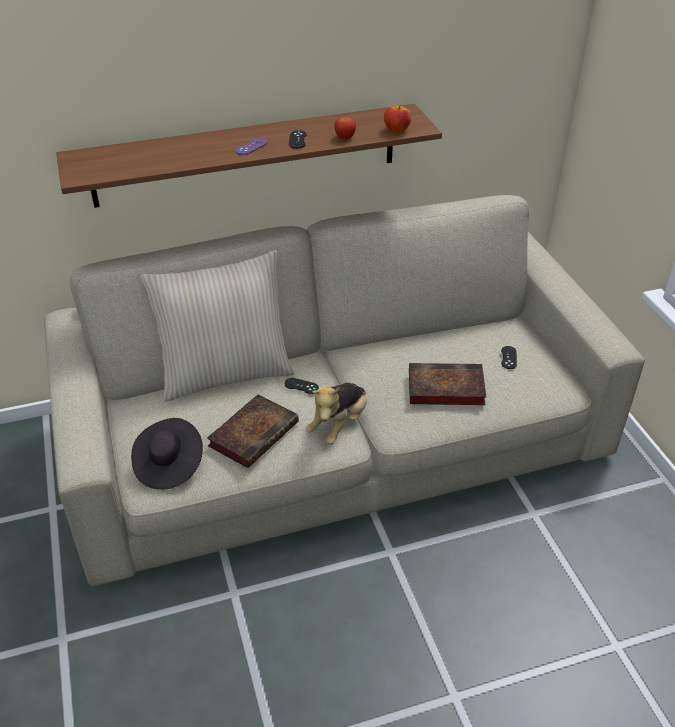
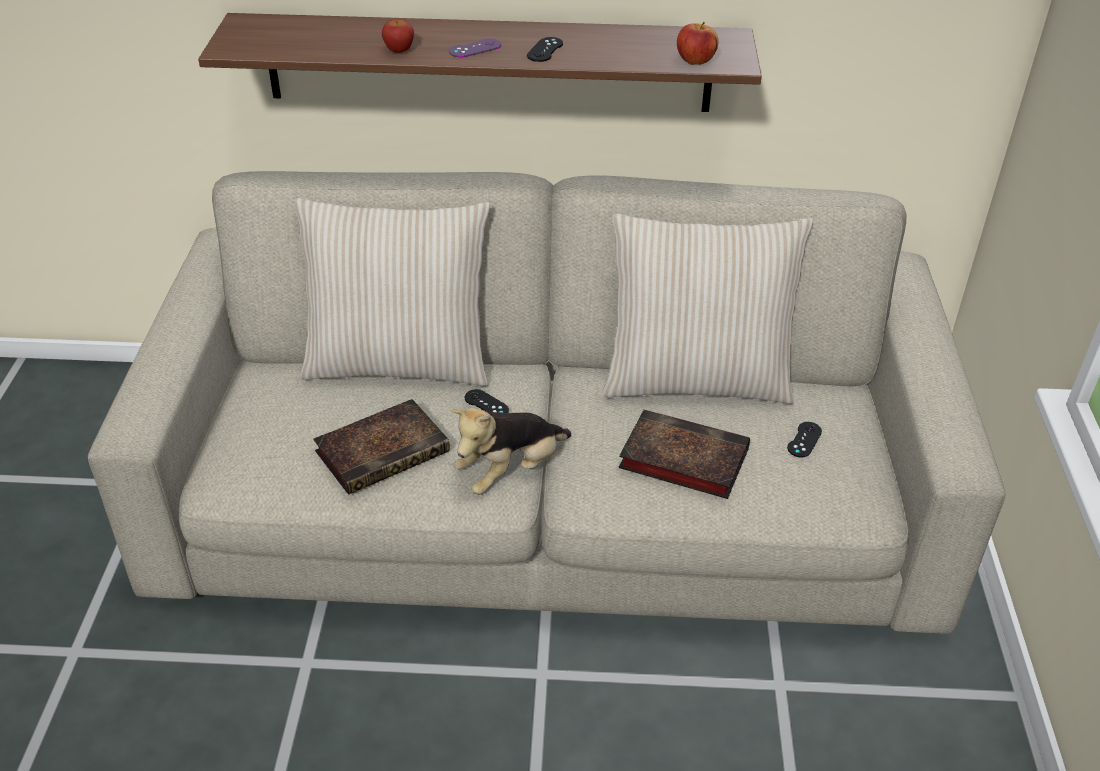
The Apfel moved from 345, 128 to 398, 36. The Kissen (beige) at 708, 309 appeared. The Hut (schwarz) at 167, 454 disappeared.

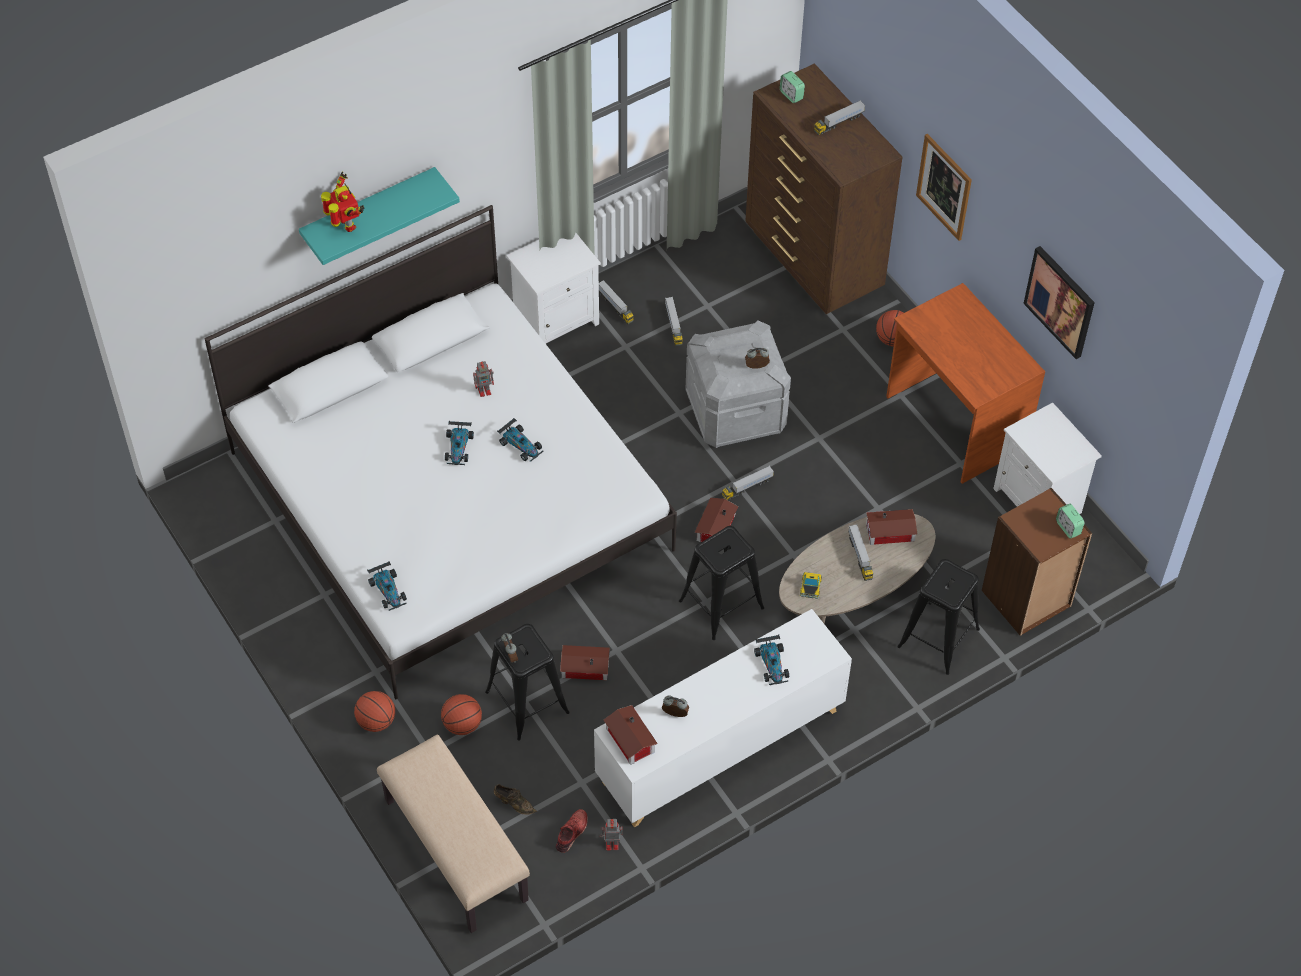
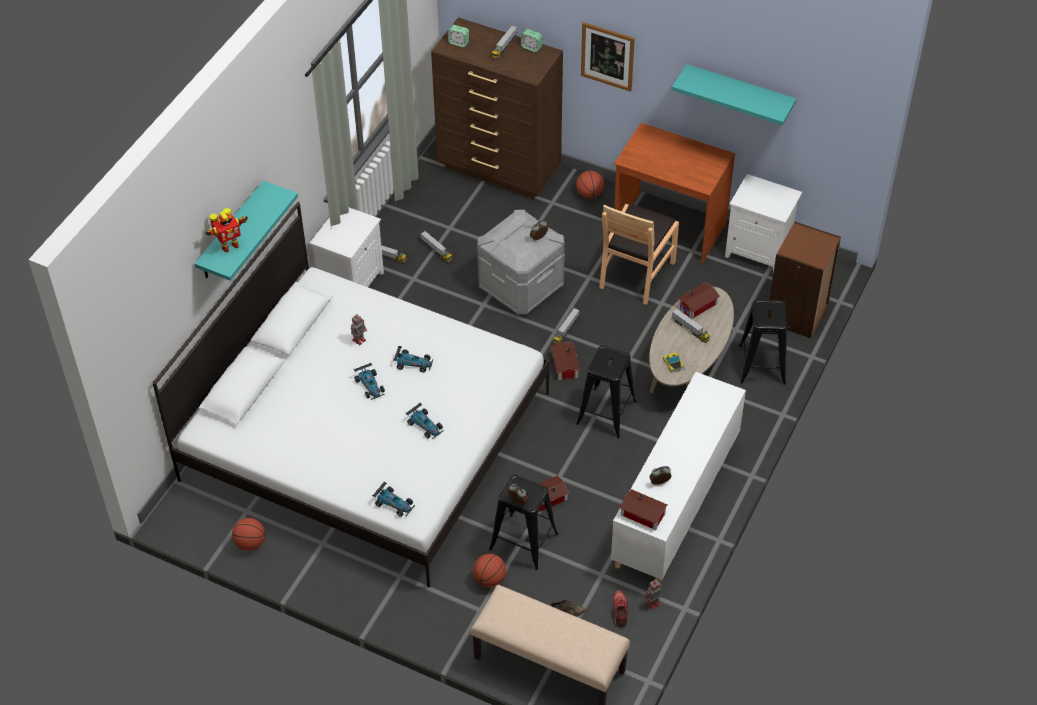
The Spielzeugroboter at 343, 202 turned 120 degrees clockwise. The Basketball moved from 374, 711 to 248, 534. The Spielzeugauto moved from 771, 660 to 424, 420. The Wecker moved from 1070, 521 to 531, 40. The Stuhl (braun) at 639, 254 appeared. The Bild at 1059, 302 was replaced by the Wandregal (türkis) at 734, 94.

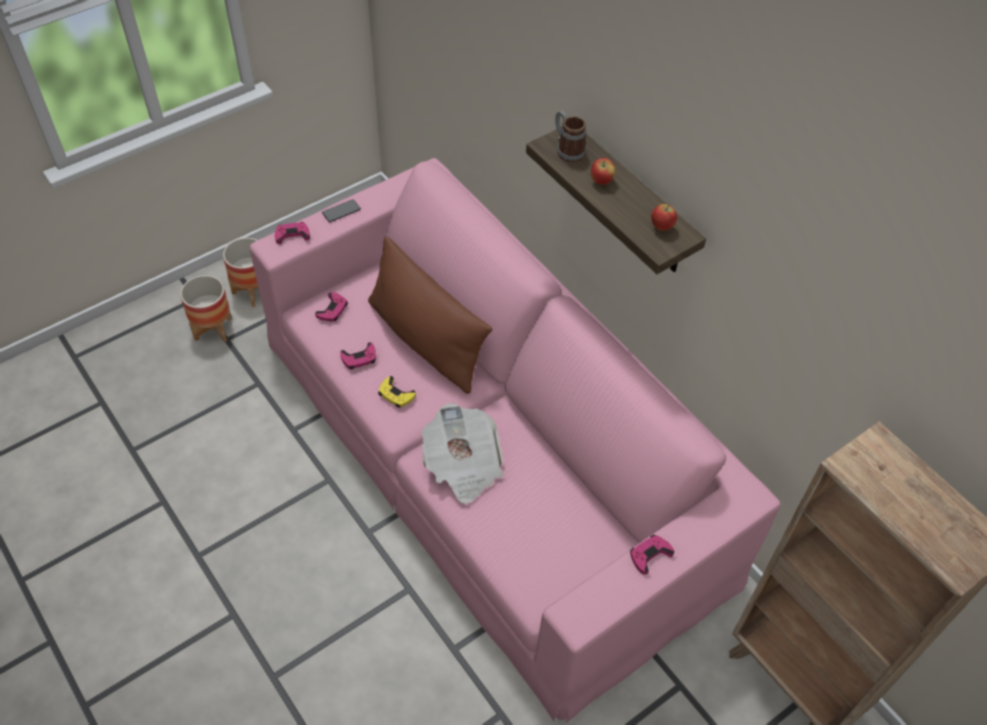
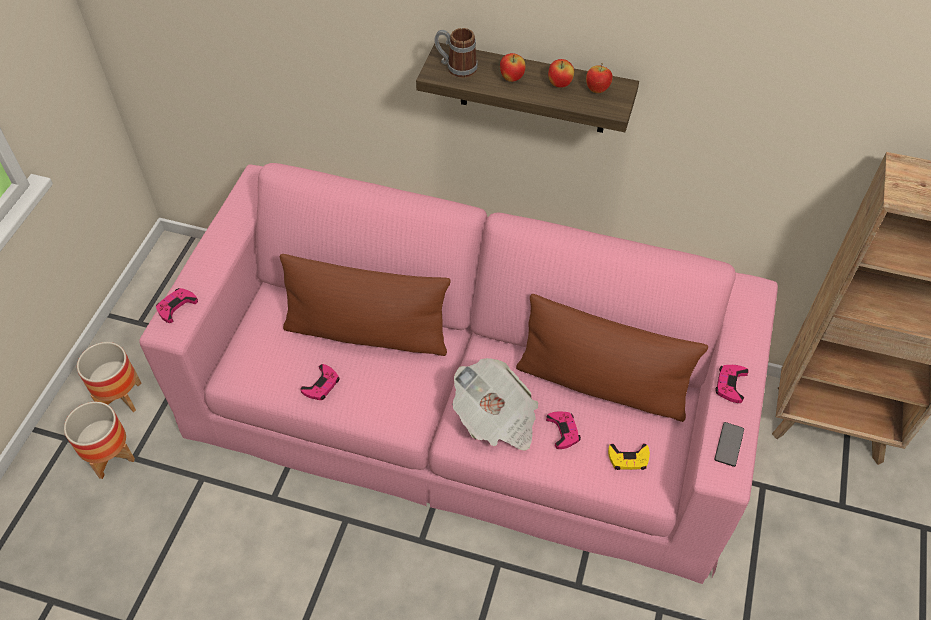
The Kissen (braun) at 612, 358 appeared. The Gamepad (rosa) moved from 331, 306 to 563, 430. The Apfel at 561, 73 appeared. The Gamepad (gelb) moved from 397, 391 to 629, 456. The Handy moved from 341, 210 to 729, 444.

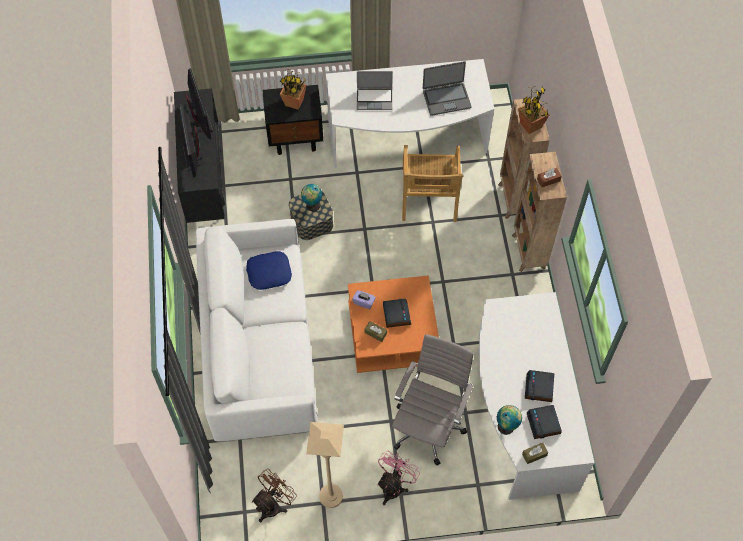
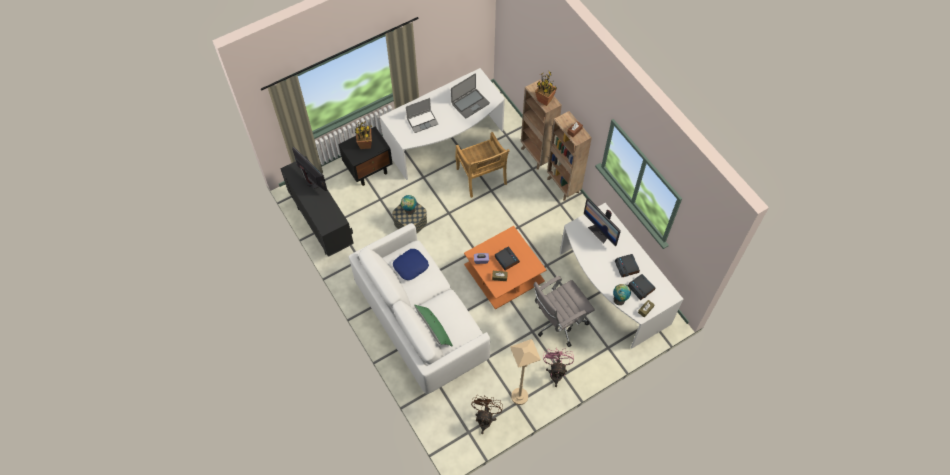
The Kissen (grün) at 433, 326 appeared. The Bürostuhl (grau) at 433, 399 turned 120 degrees counterclockwise. The Monitor moved from 190, 141 to 602, 222.

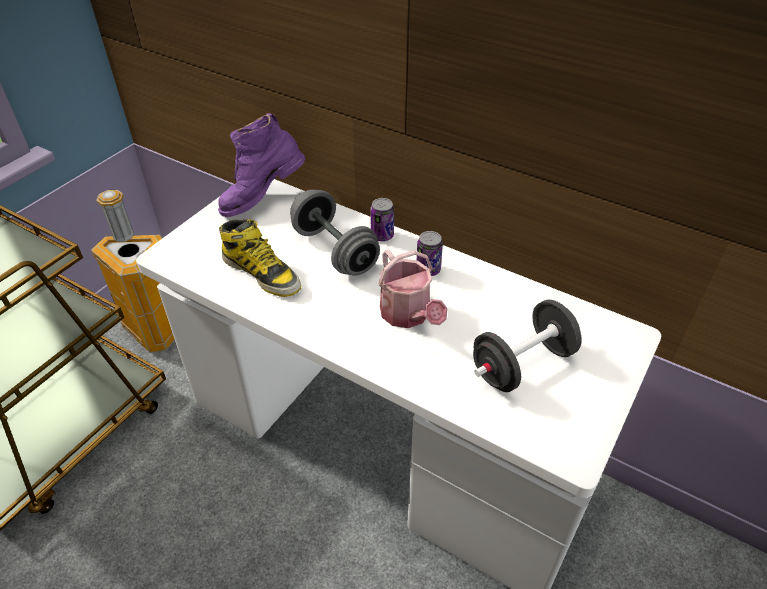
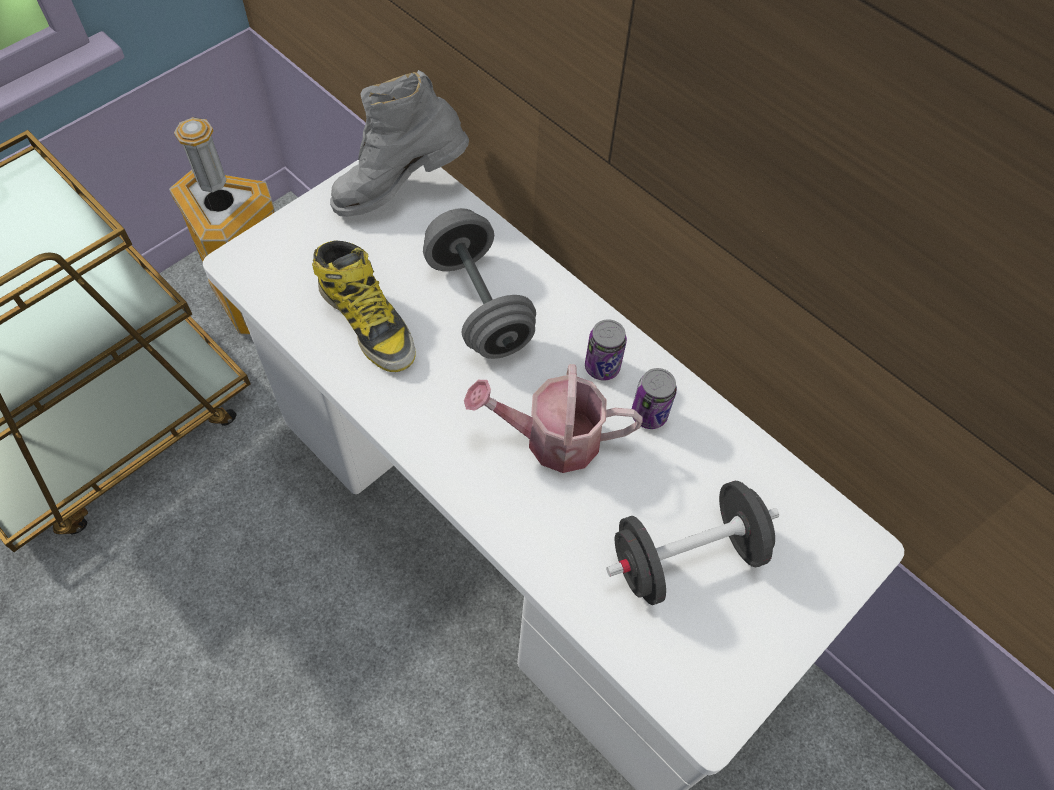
The Stiefel (lila) at 261, 165 became the Stiefel (grau) at 399, 143. The Gießkanne at 413, 288 turned 105 degrees clockwise. The Dose moved from 382, 219 to 654, 398.

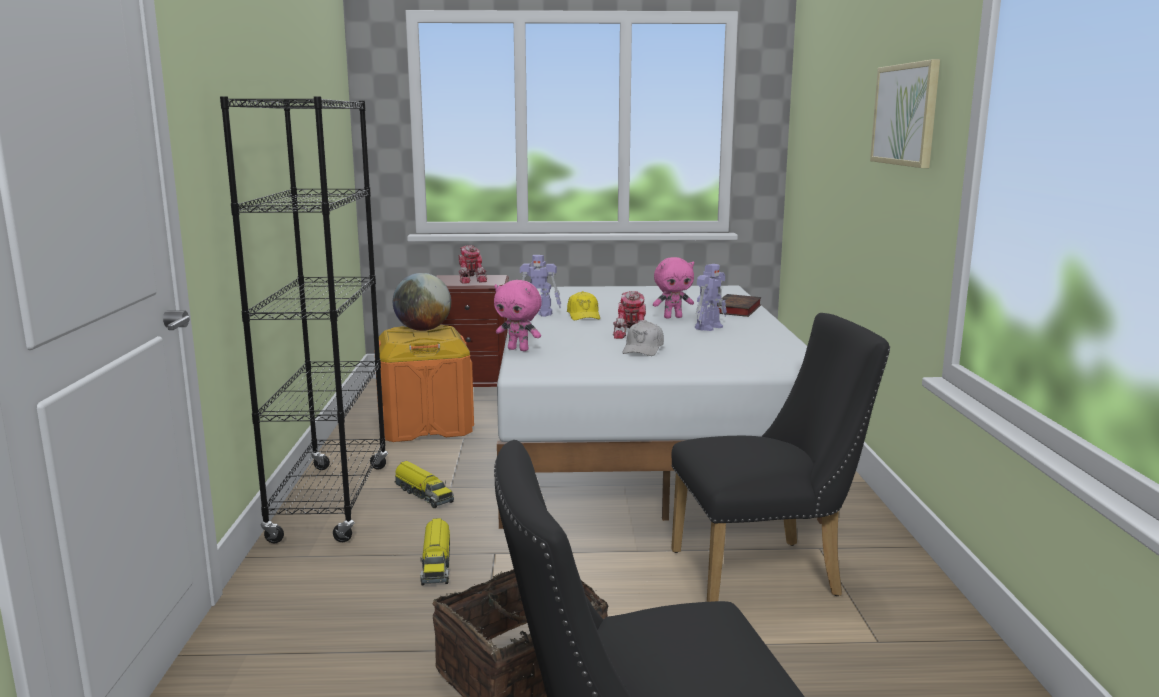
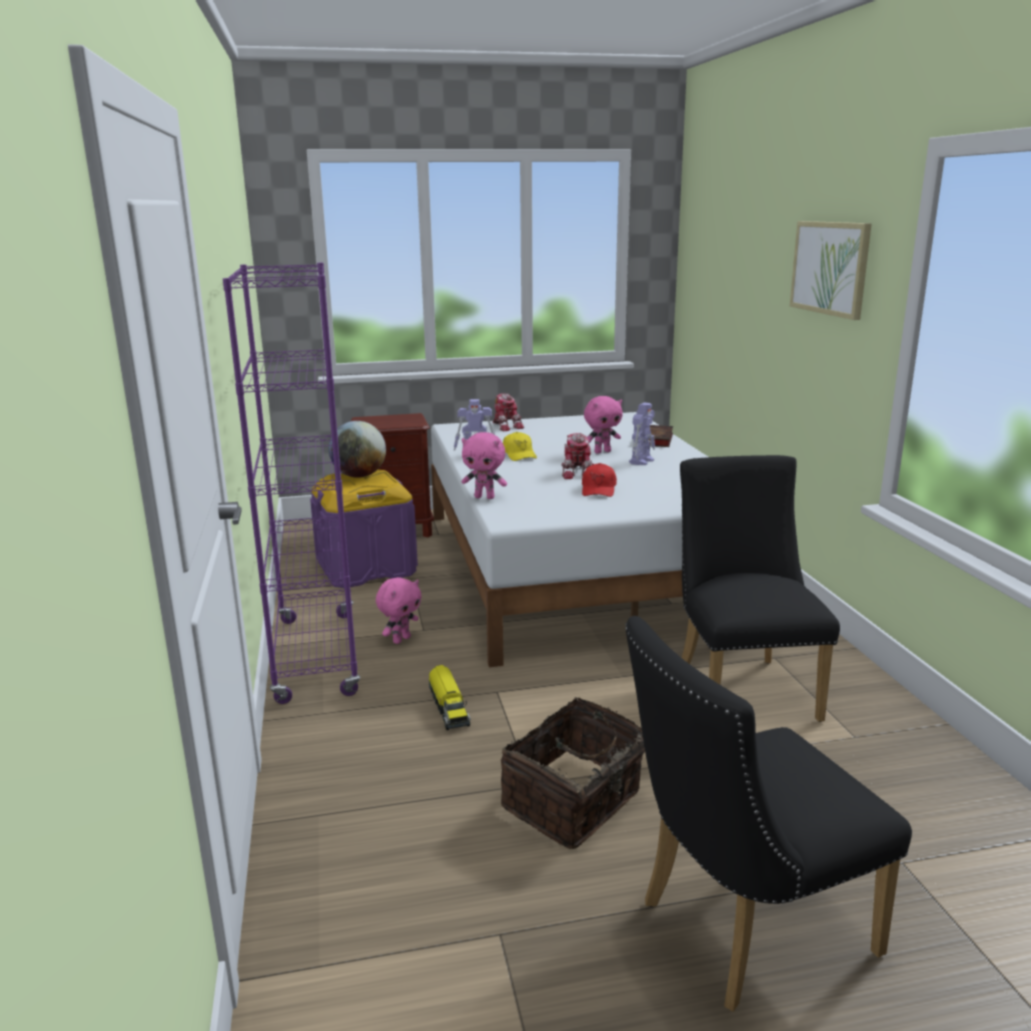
The Bücherregal (schwarz) at 304, 319 became the Bücherregal (lila) at 292, 483. The Aufbewahrungsbox (orange) at 424, 383 became the Aufbewahrungsbox (lila) at 364, 529. The Spielzeuglaster at 424, 484 was replaced by the Plüschtier (rosa) at 399, 610. The Spielzeugroboter moved from 472, 264 to 508, 412. The Kappe (weiß) at 643, 338 became the Kappe (rot) at 599, 480. The Stuhl (schwarz) at 780, 457 turned 75 degrees counterclockwise.

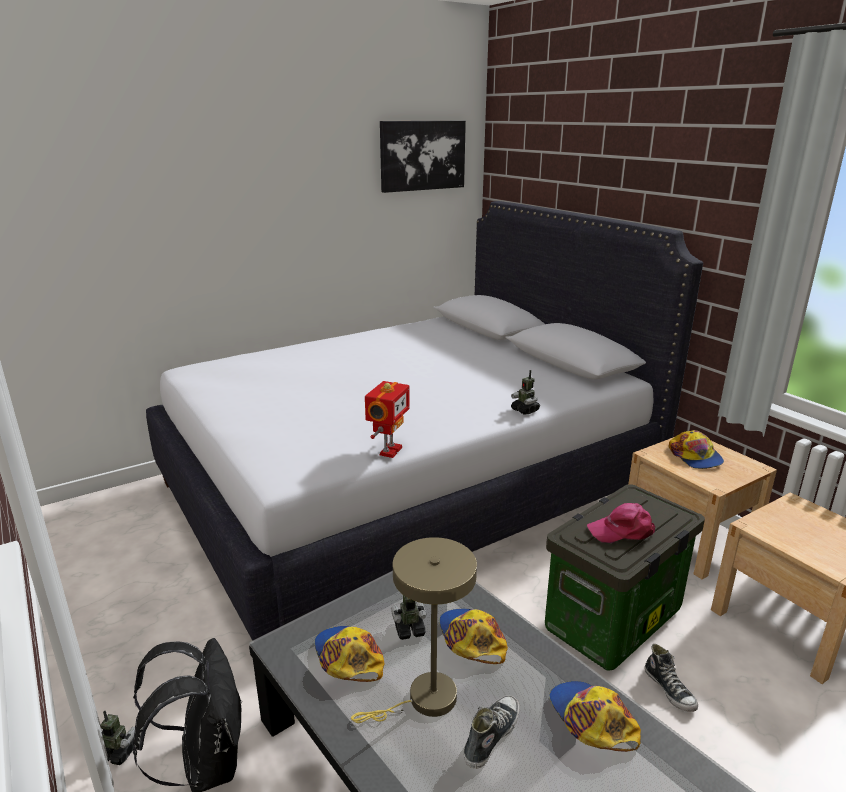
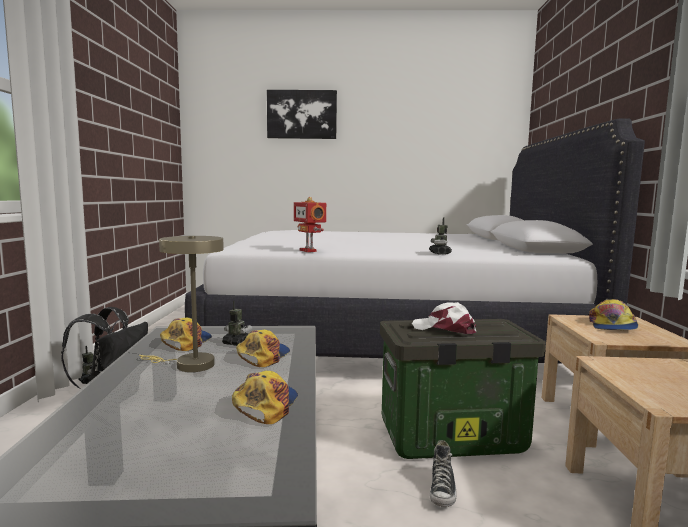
The Bild moved from 423, 156 to 302, 114. The Spielzeugroboter at 387, 419 turned 90 degrees clockwise. The Kappe (rosa) at 621, 523 became the Kappe (weiß) at 444, 318. The Schuh at 492, 732 disappeared.

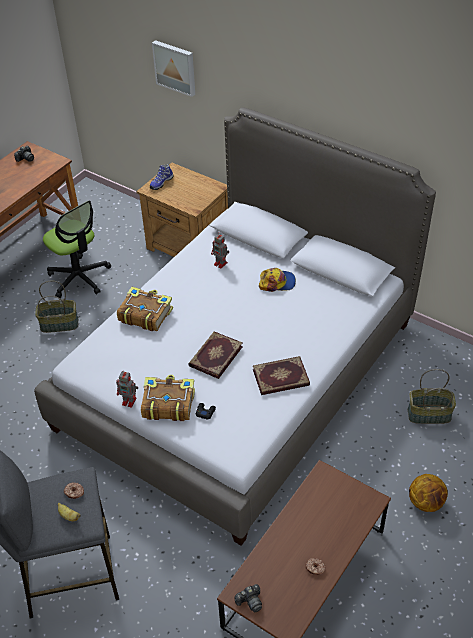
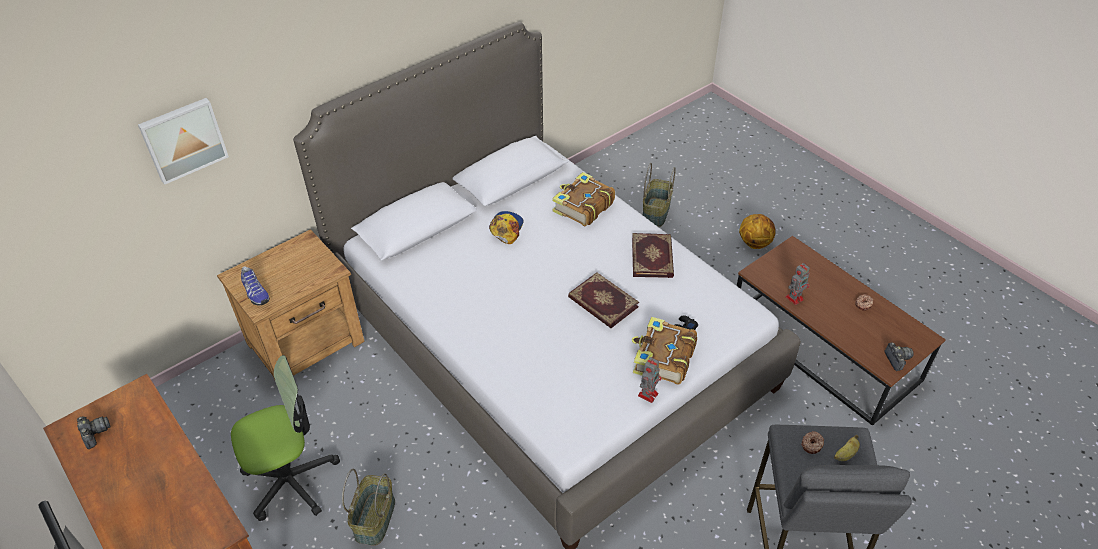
The Buch moved from 145, 309 to 583, 199. The Spielzeugroboter moved from 220, 251 to 798, 284.

